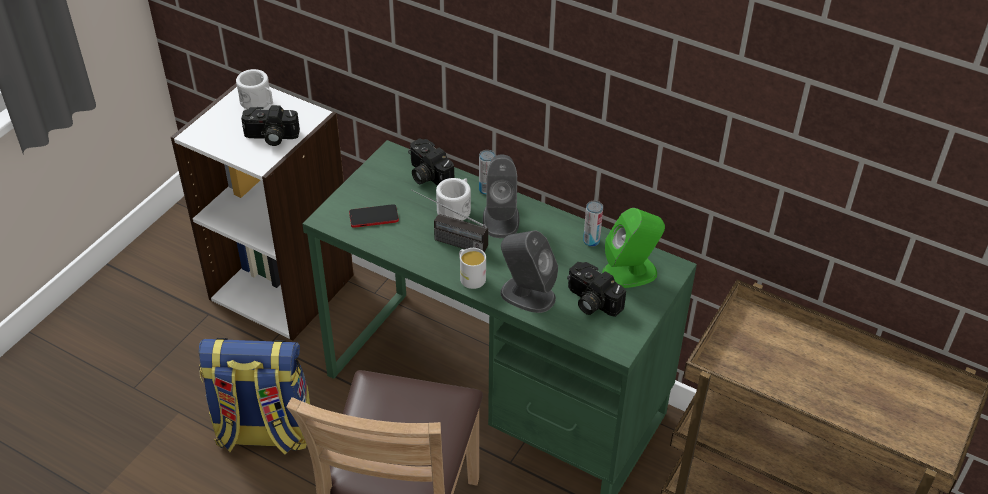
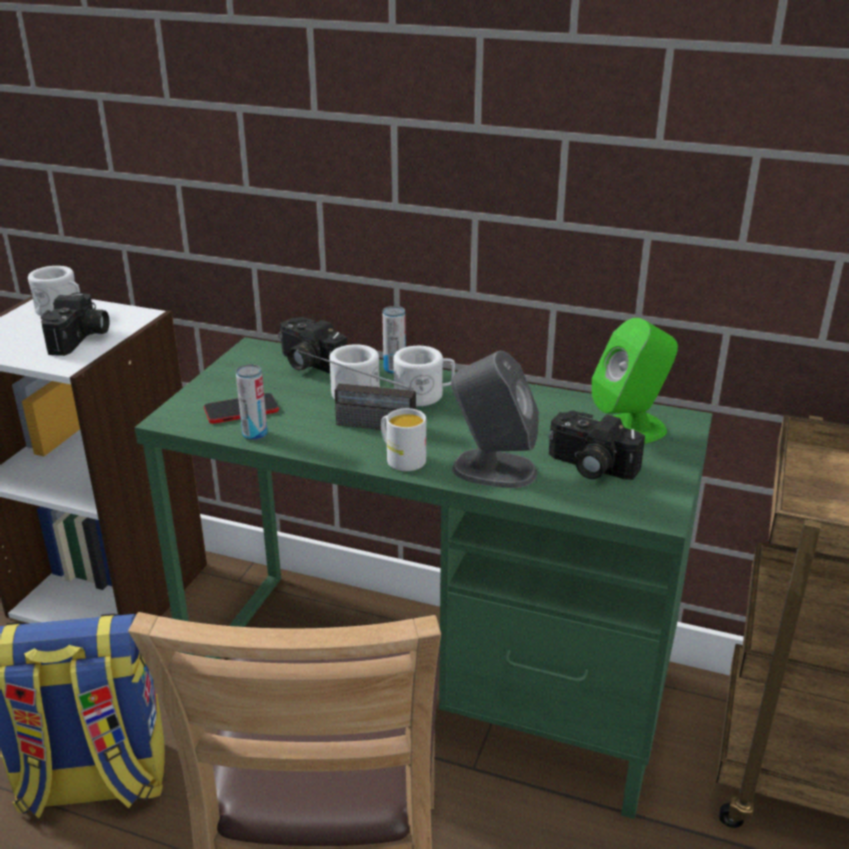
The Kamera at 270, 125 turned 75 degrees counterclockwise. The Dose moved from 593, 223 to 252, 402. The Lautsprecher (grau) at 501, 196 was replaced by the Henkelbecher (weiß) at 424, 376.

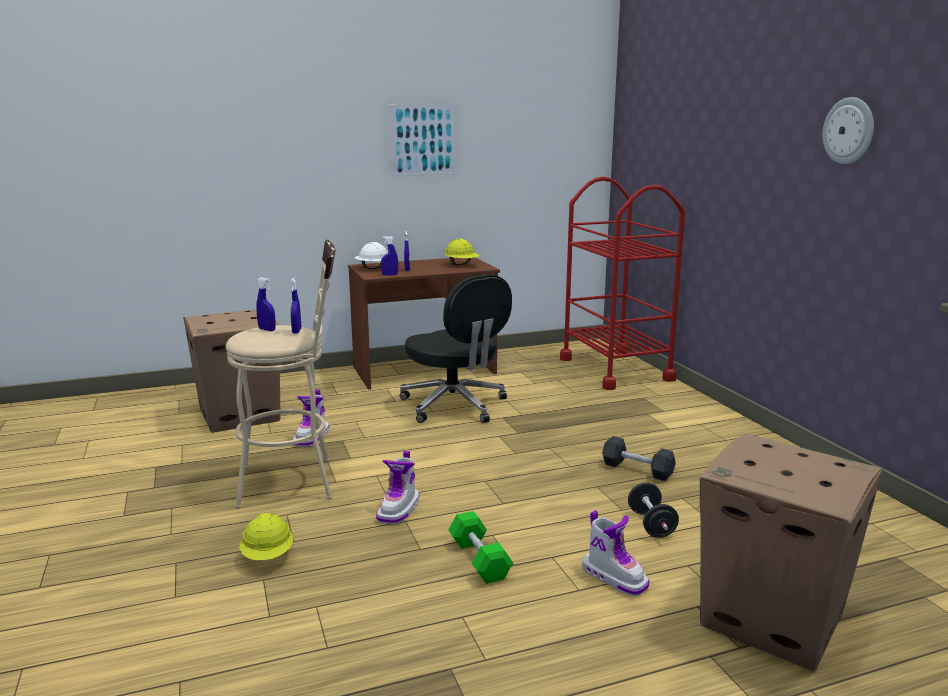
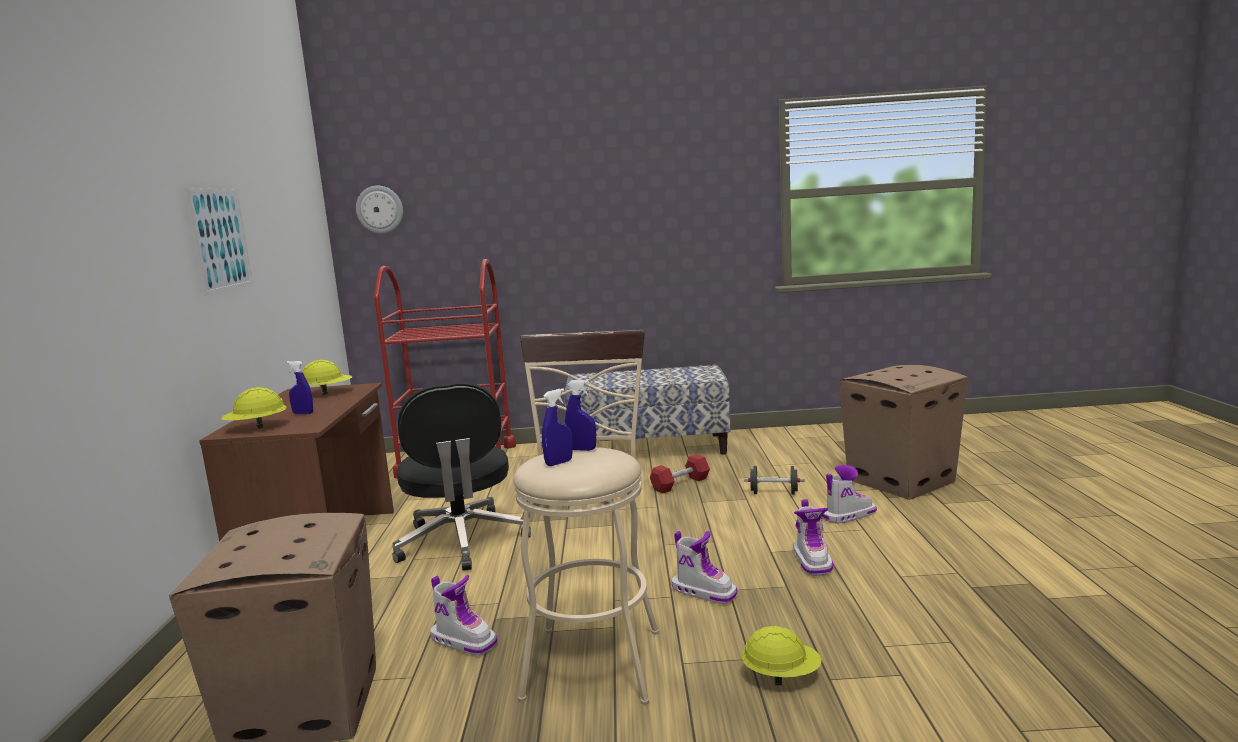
The Schutzhelm (weiß) at 371, 255 became the Schutzhelm (gelb) at 254, 408. The Wanduhr moved from 848, 130 to 379, 210. The Bürostuhl (schwarz) at 456, 348 turned 90 degrees clockwise. The Bank at 647, 410 appeared. The Hantel (schwarz) at 639, 458 became the Hantel (rot) at 680, 473. The Hantel (grün) at 480, 547 was replaced by the Stiefel at 813, 537. The Sprühflasche (blau) at 389, 256 disappeared.

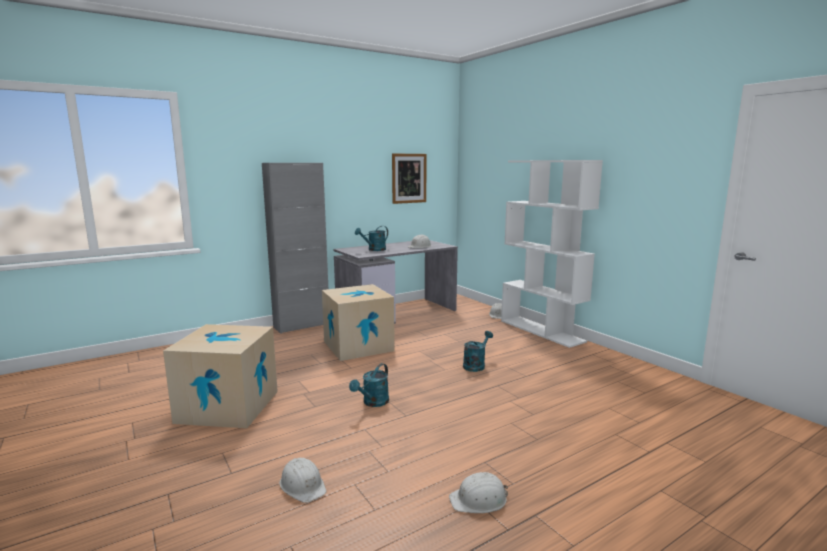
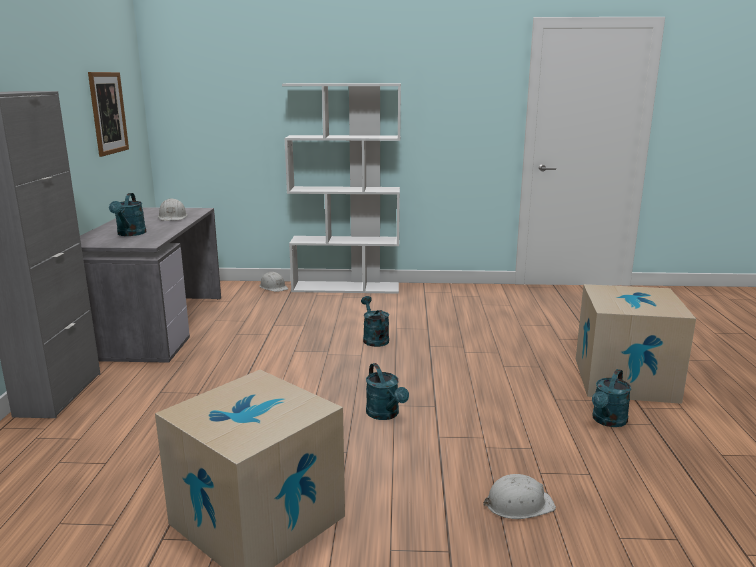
The Karton moved from 358, 322 to 636, 344. The Schutzhelm (weiß) at 478, 492 was replaced by the Gießkanne (türkis) at 611, 398.

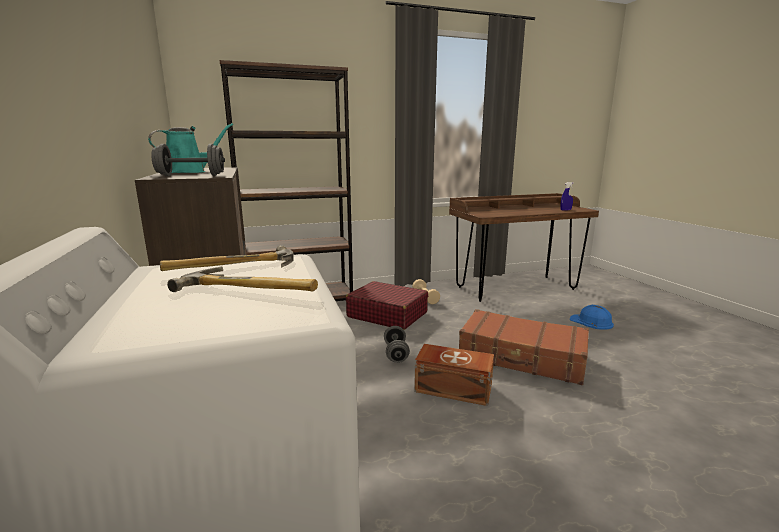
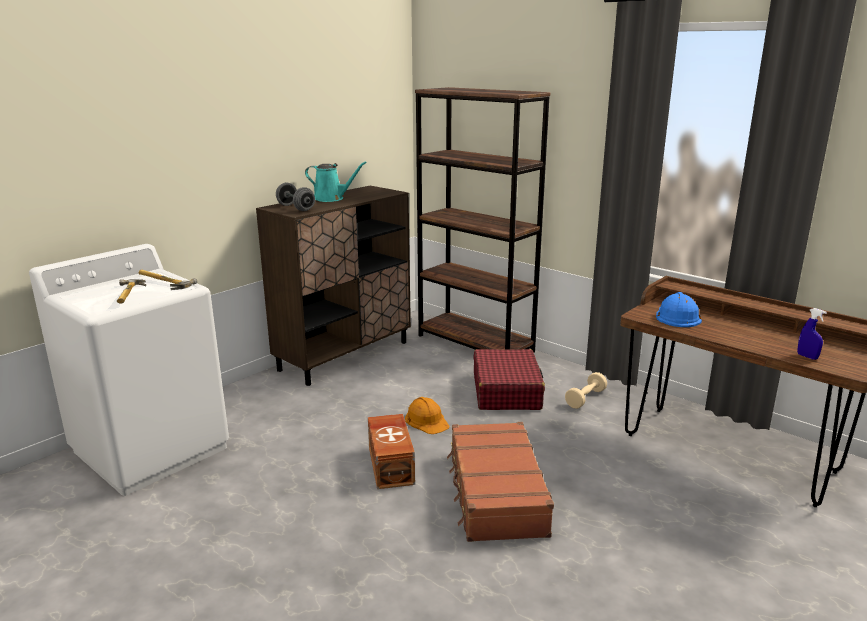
The Hantel (grau) at 397, 344 was replaced by the Schutzhelm (orange) at 427, 415. The Schutzhelm (blau) moved from 591, 317 to 679, 309.

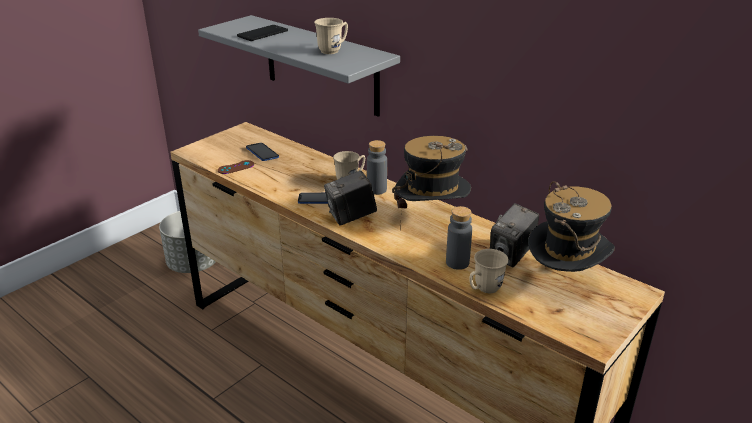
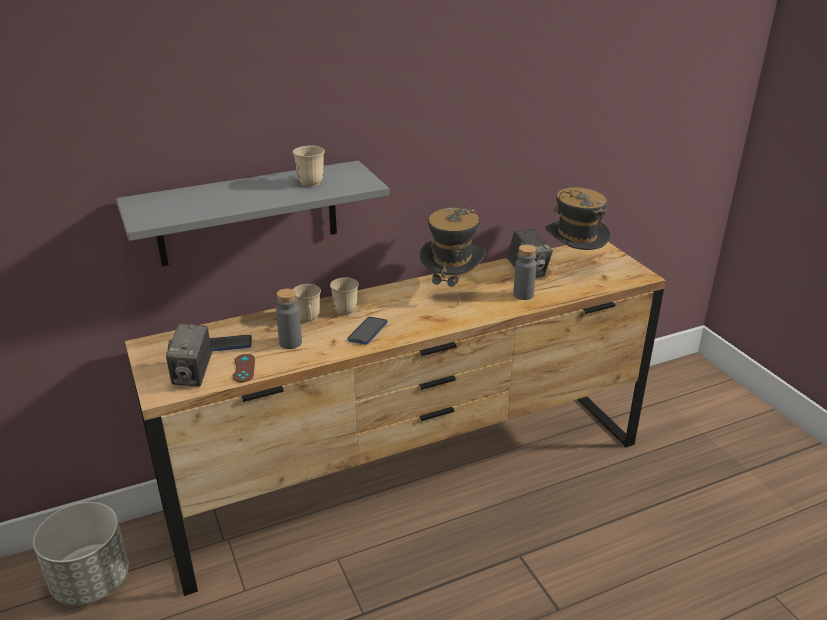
The Kamera moved from 350, 198 to 189, 354. The Flasche (grau) moved from 377, 167 to 289, 319. The Henkelbecher (beige) moved from 489, 271 to 307, 303. The Handy at 262, 33 disappeared.

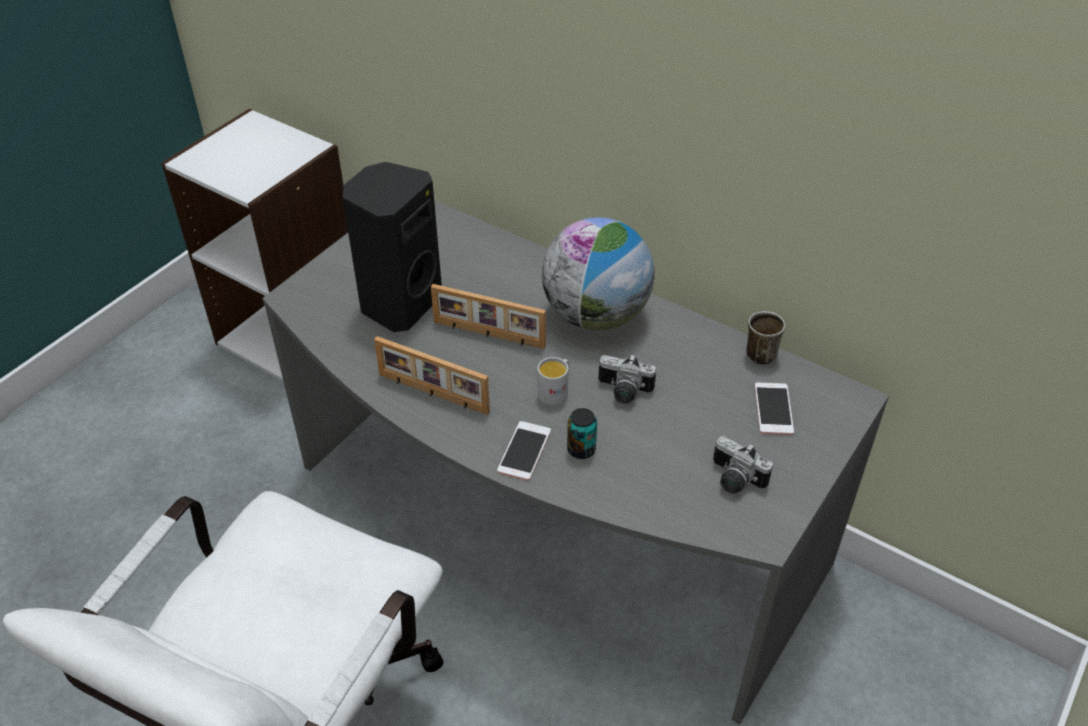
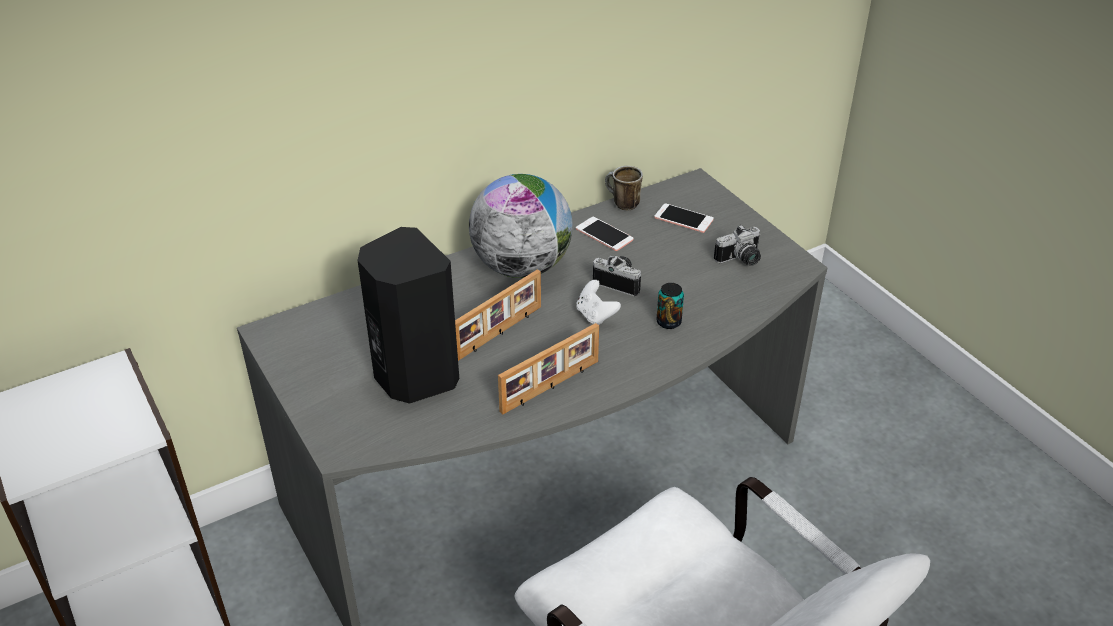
The Handy moved from 524, 451 to 605, 233. The Henkelbecher (weiß) at 554, 381 was replaced by the Gamepad (weiß) at 598, 302. The Kamera at 627, 379 turned 105 degrees counterclockwise.

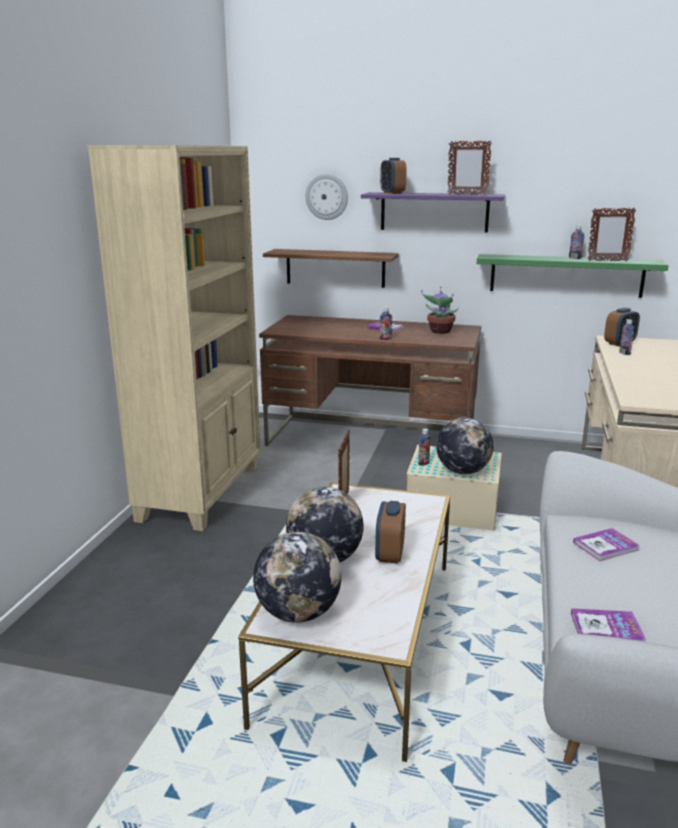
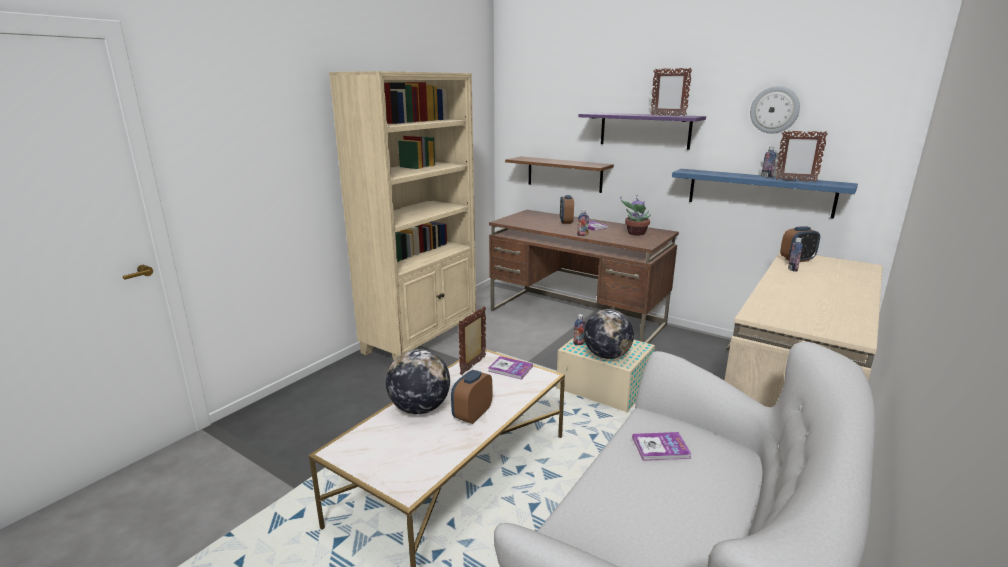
The Buch moved from 608, 625 to 510, 368. The Wecker moved from 393, 176 to 567, 209. The Wandregal (grün) at 573, 276 became the Wandregal (blau) at 765, 193. The Wanduhr moved from 326, 197 to 775, 110. The Globus at 297, 577 disappeared.

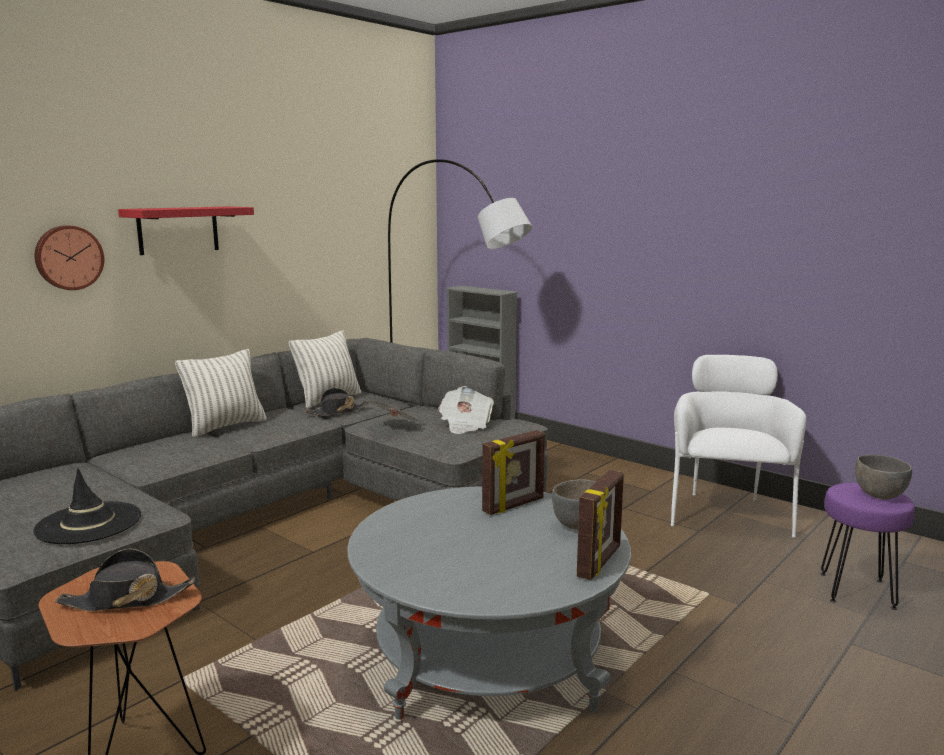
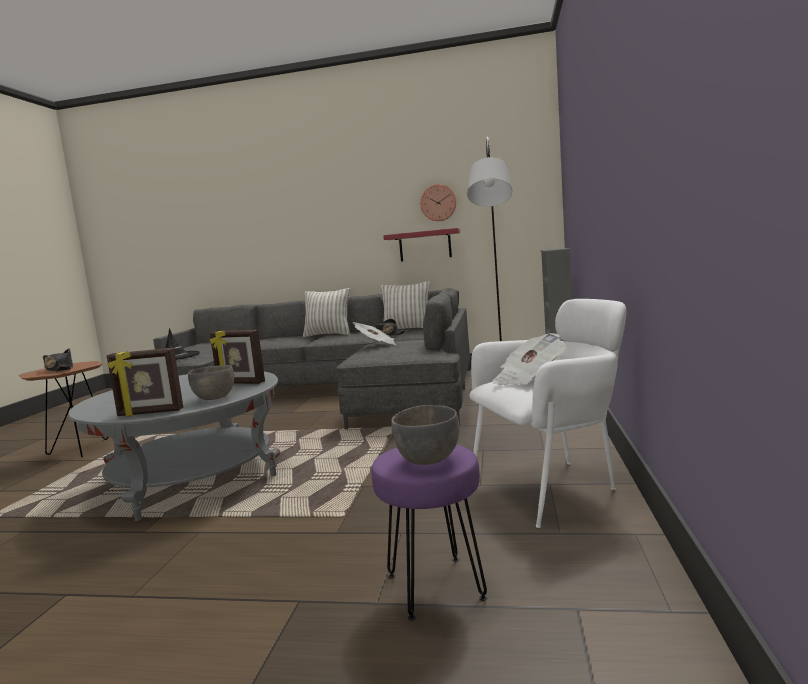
The Wandregal (rot) moved from 186, 230 to 421, 245. The Wanduhr moved from 69, 257 to 438, 202. The Zeitung moved from 466, 410 to 529, 359.

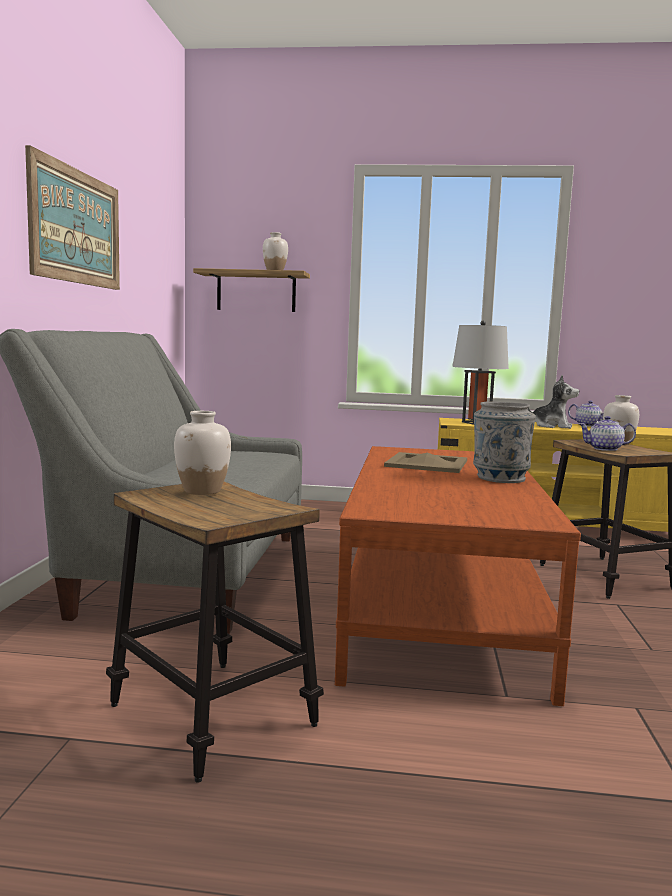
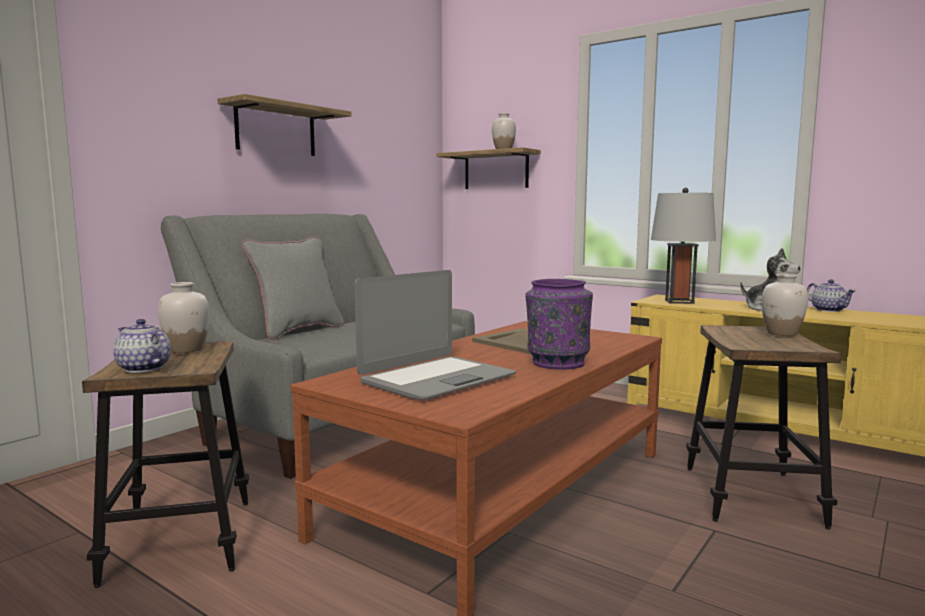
The Teekanne moved from 607, 433 to 142, 346. The Bild at 72, 217 was replaced by the Wandregal at 284, 125. The Kissen (grau) at 293, 288 appeared. The Laptop at 435, 335 appeared. The Vase (grau) at 504, 442 became the Vase (lila) at 559, 324.

